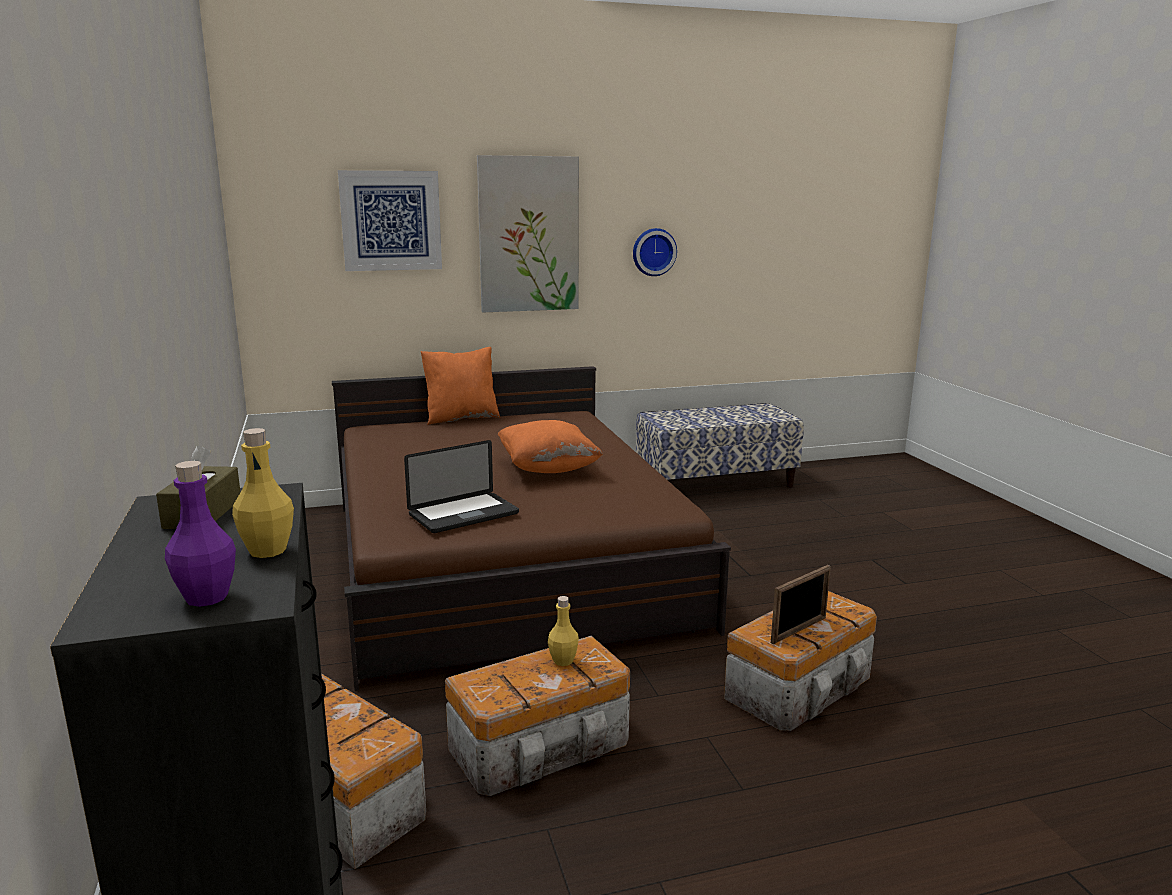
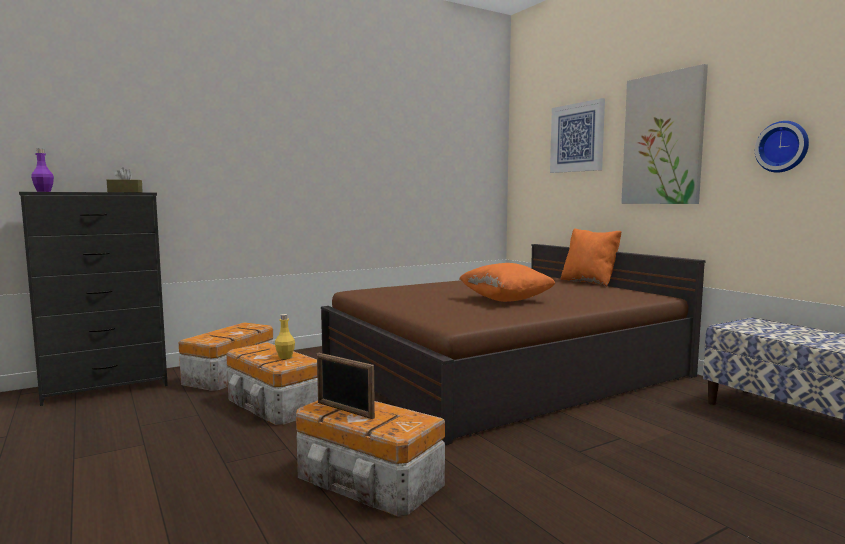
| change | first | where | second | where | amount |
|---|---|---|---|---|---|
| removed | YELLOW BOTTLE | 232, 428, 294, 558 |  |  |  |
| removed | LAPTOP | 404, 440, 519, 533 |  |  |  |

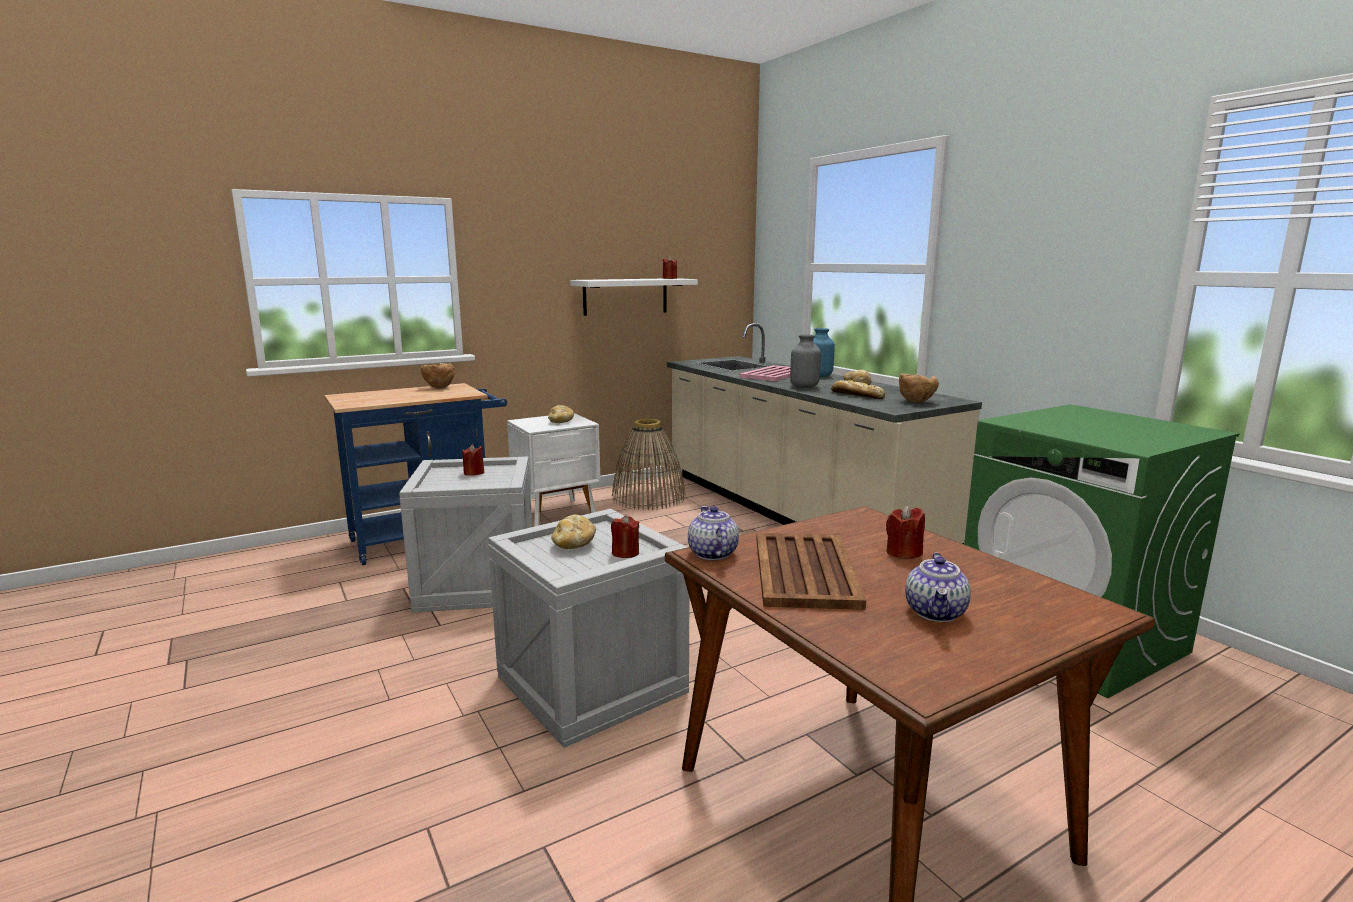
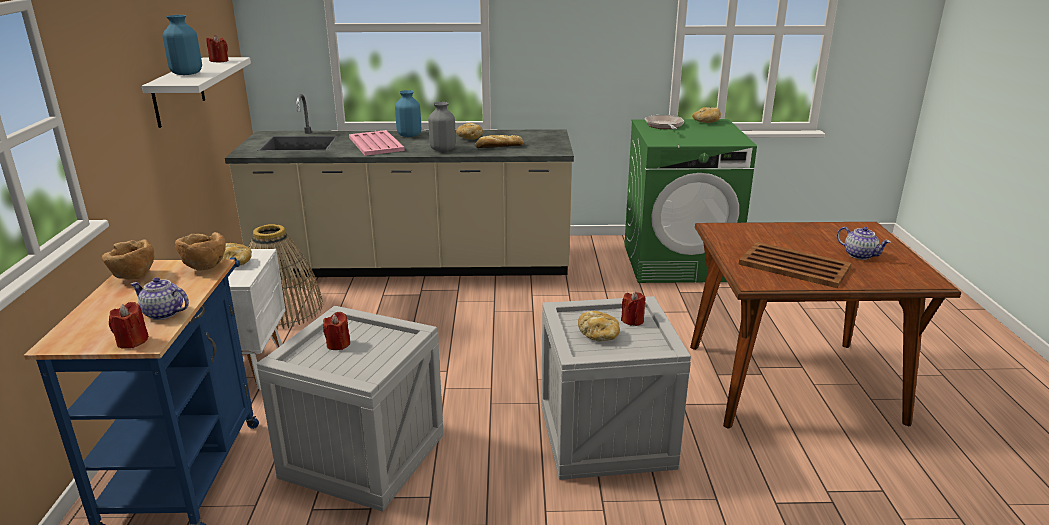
| change | first | where | second | where | amount |
|---|---|---|---|---|---|
| moved | TEAPOT | 688, 506, 739, 561 |  | 131, 277, 189, 320 |  |
| moved | RED CANDLE | 886, 505, 925, 559 |  | 109, 302, 149, 349 |  |
| moved | BROWN BOWL | 899, 373, 939, 403 |  | 175, 232, 226, 271 |  |
| added |  |  | BLUE VASE | 163, 15, 202, 75 |  |
| added |  |  | FRYING PAN | 645, 115, 684, 129 |  |
| added |  |  | BREAD | 692, 107, 721, 123 |  |

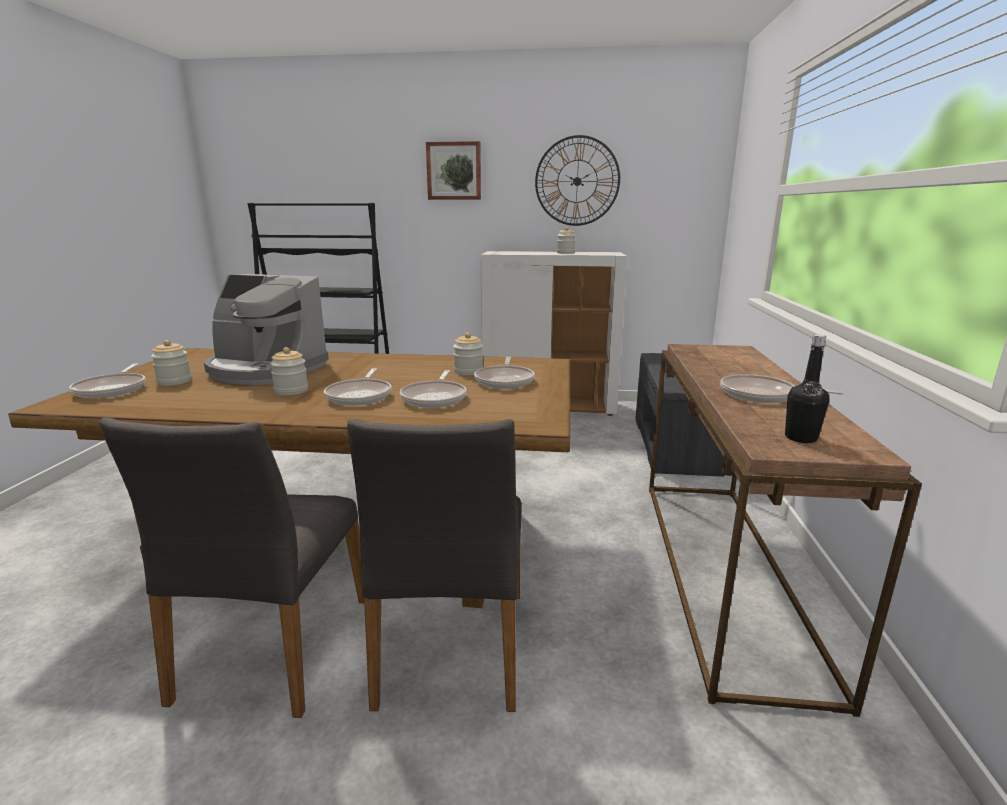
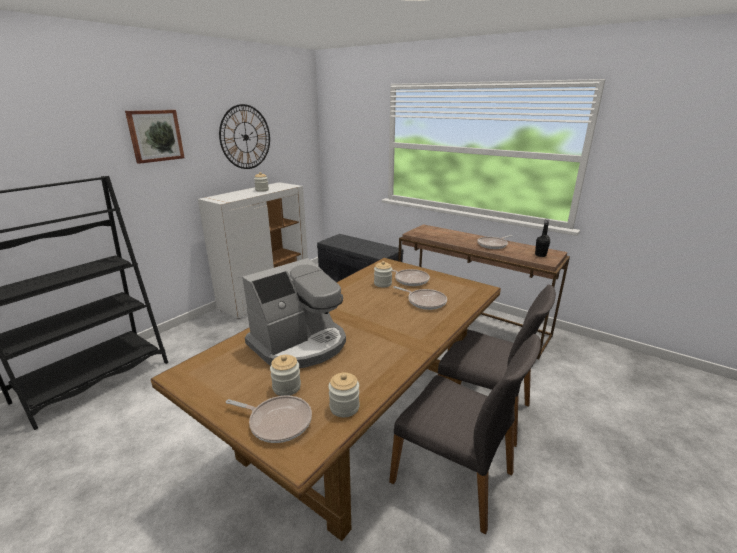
| change | first | where | second | where | amount |
|---|---|---|---|---|---|
| moved | JAR | 270, 347, 308, 395 |  | 328, 372, 360, 417 |  |
| removed | FRYING PAN | 324, 368, 392, 406 |  |  |  |

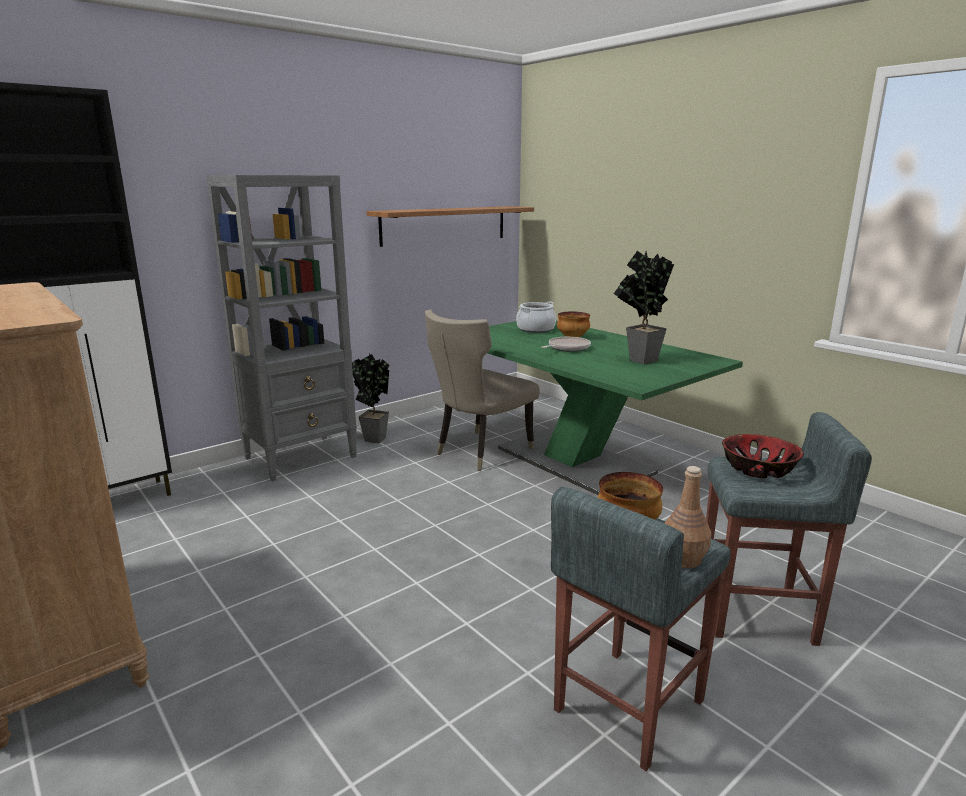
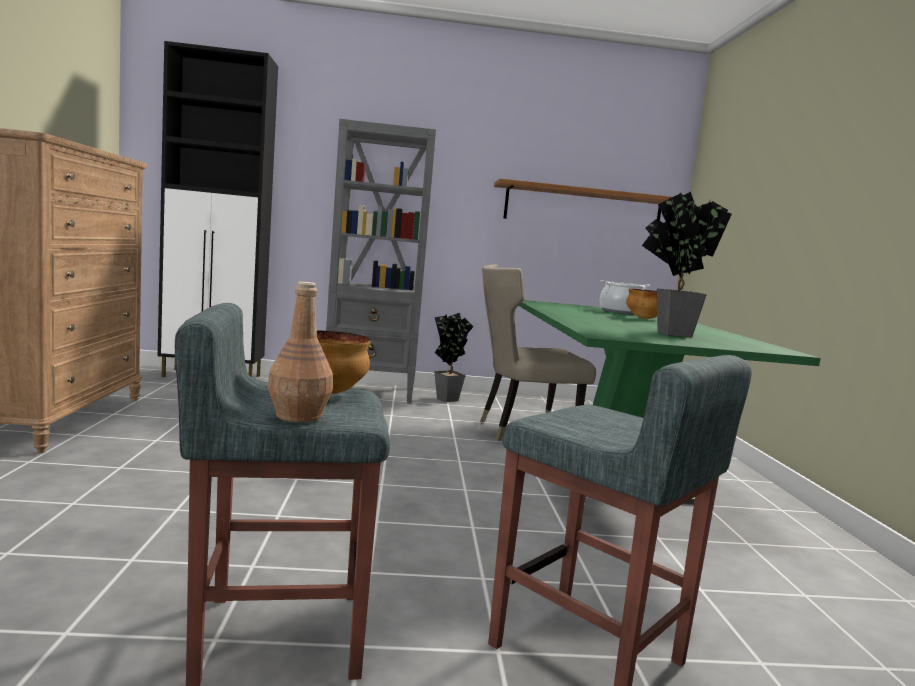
| change | first | where | second | where | amount |
|---|---|---|---|---|---|
| removed | FRYING PAN | 541, 337, 591, 352 |  |  |  |
| removed | BOWL | 722, 434, 804, 478 |  |  |  |

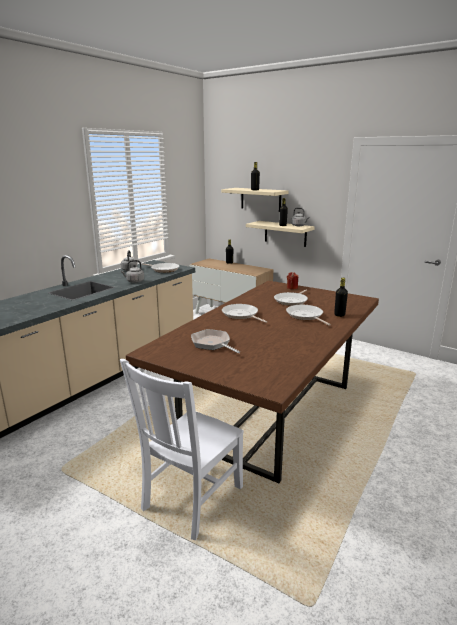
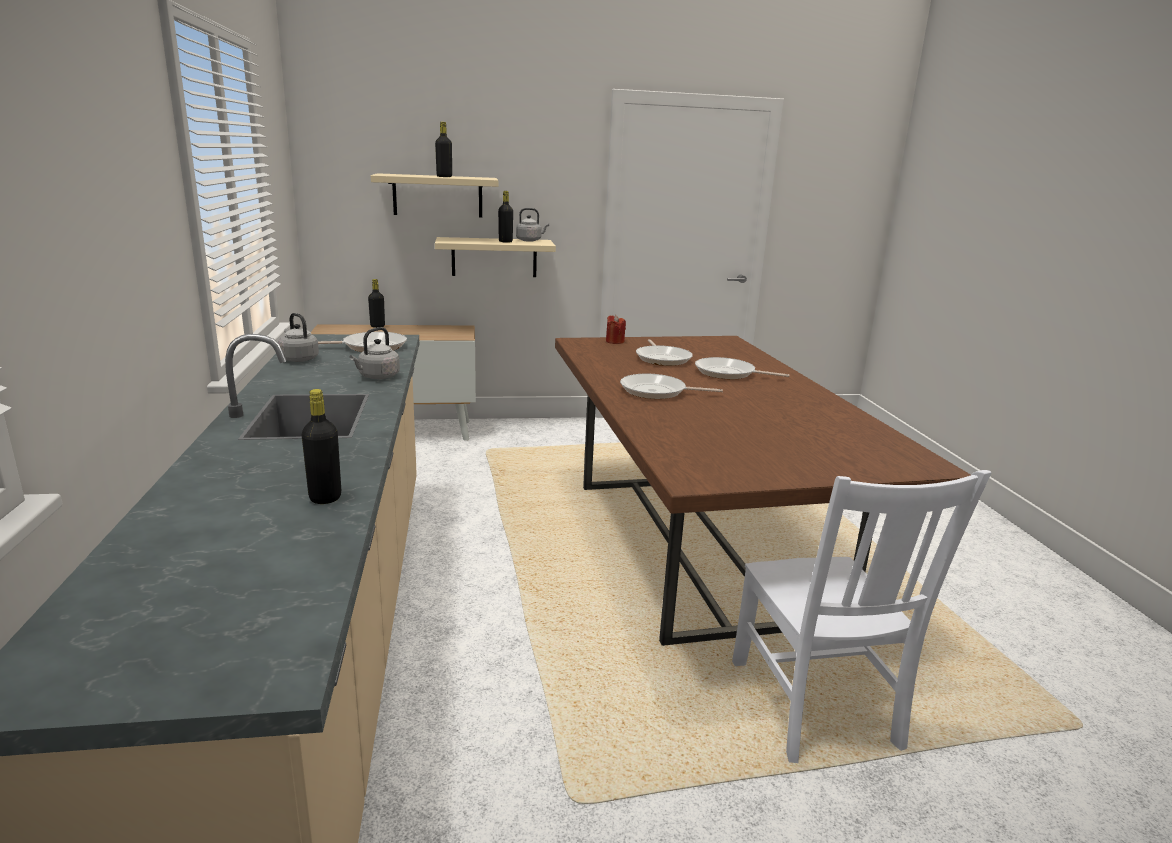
| change | first | where | second | where | amount |
|---|---|---|---|---|---|
| removed | FRYING PAN | 191, 329, 240, 353 |  |  |  |
| moved | BLACK BOTTLE | 334, 278, 348, 317 |  | 302, 389, 341, 504 |  |

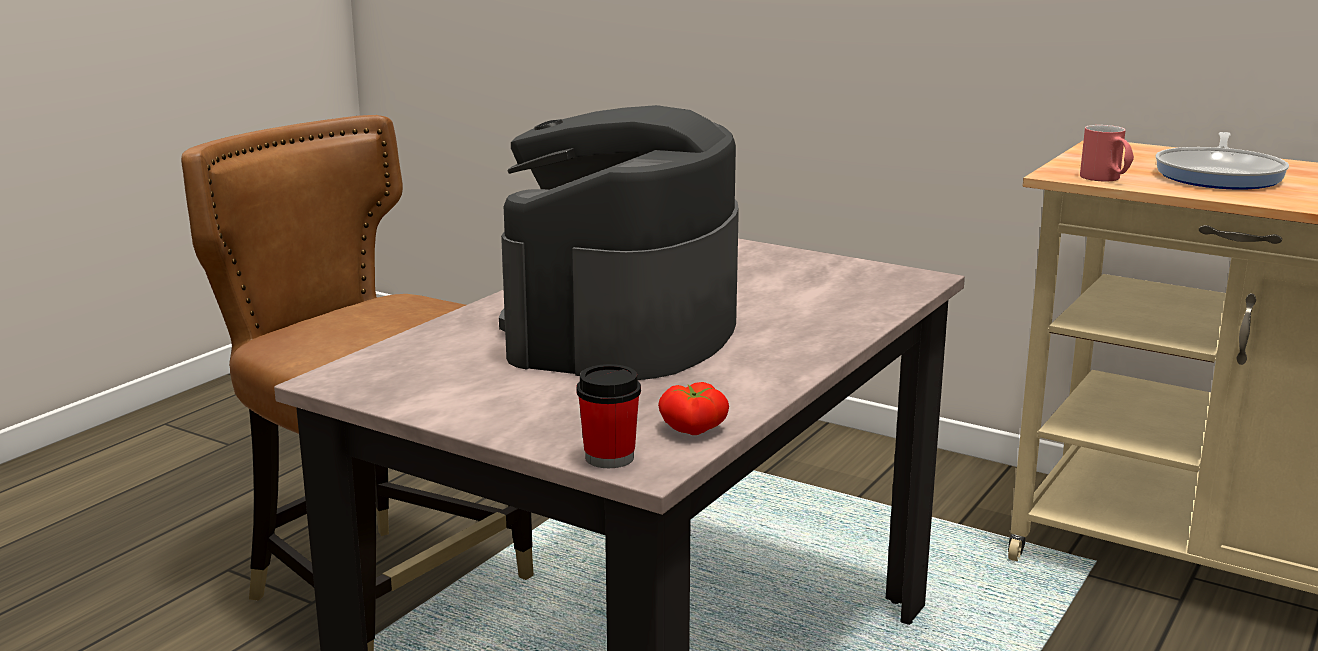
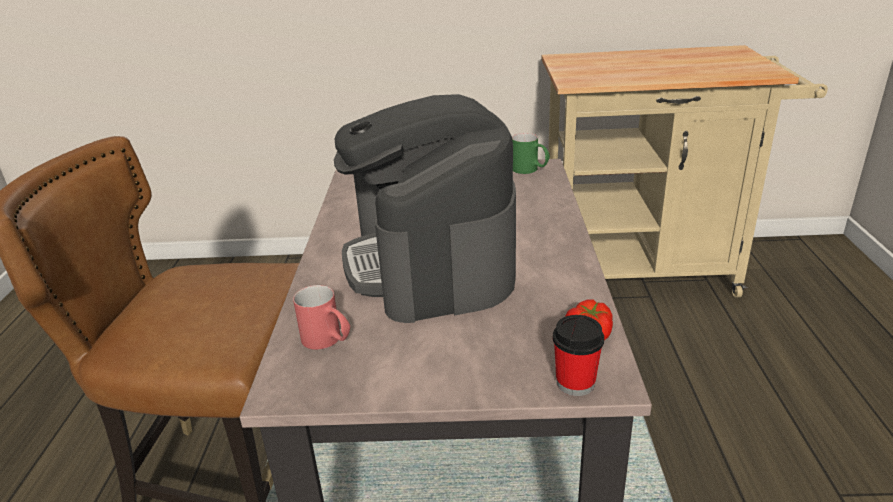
| change | first | where | second | where | amount |
|---|---|---|---|---|---|
| moved | RED MUG | 1080, 125, 1134, 181 |  | 293, 285, 350, 350 |  |
| removed | FRYING PAN | 1155, 132, 1289, 190 |  |  |  |
| added |  |  | GREEN MUG | 512, 133, 550, 174 |  |

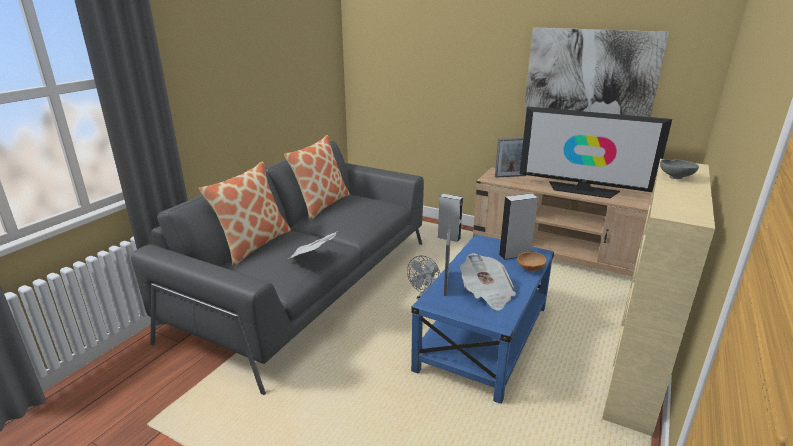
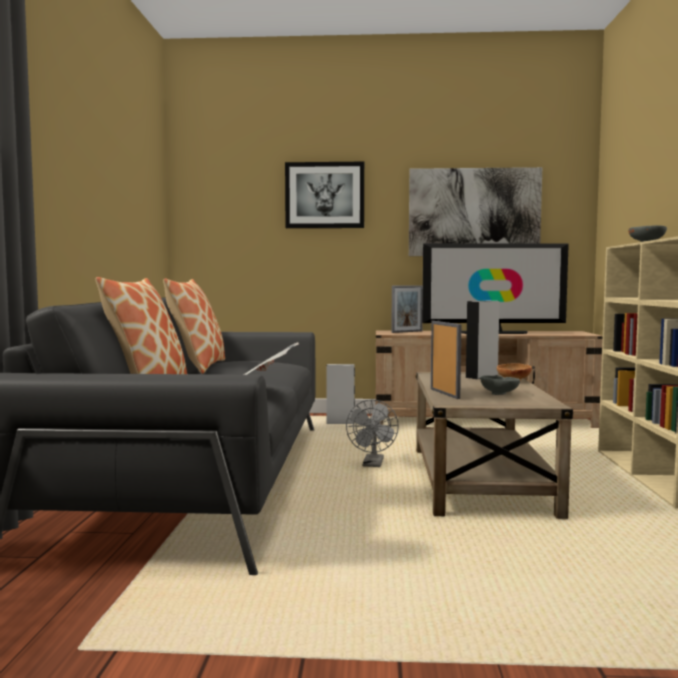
| change | first | where | second | where | amount |
|---|---|---|---|---|---|
| recoloured | BLUE COFFEE TABLE | 411, 234, 554, 404 | BEIGE COFFEE TABLE | 416, 372, 573, 519 |  |
| replaced | NEWSPAPER | 460, 253, 516, 311 | GREY BOWL | 480, 375, 520, 395 |  |
| added |  |  | PICTURE | 285, 162, 364, 228 |  |

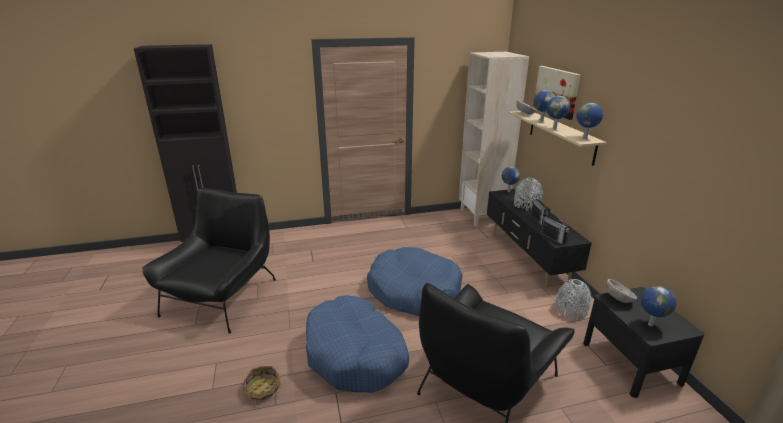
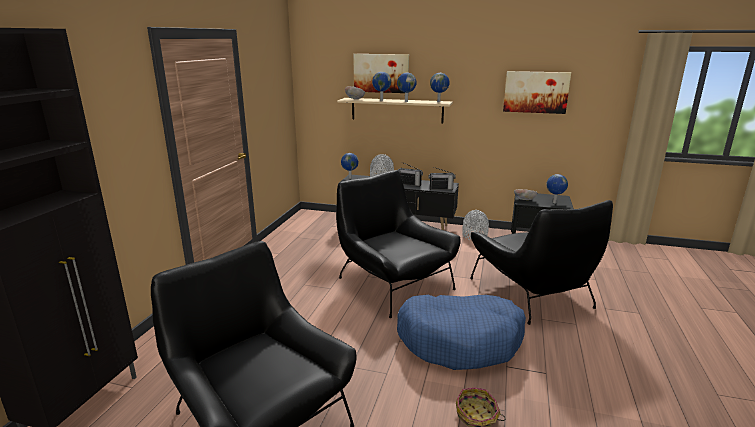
| change | first | where | second | where | amount |
|---|---|---|---|---|---|
| replaced | BLUE DOG BED | 367, 247, 463, 316 | BLACK ARMCHAIR | 336, 170, 461, 318 |  |
| removed | BEIGE BOOKCASE | 459, 52, 529, 227 |  |  |  |
| added |  |  | PICTURE | 503, 71, 571, 114 |  |

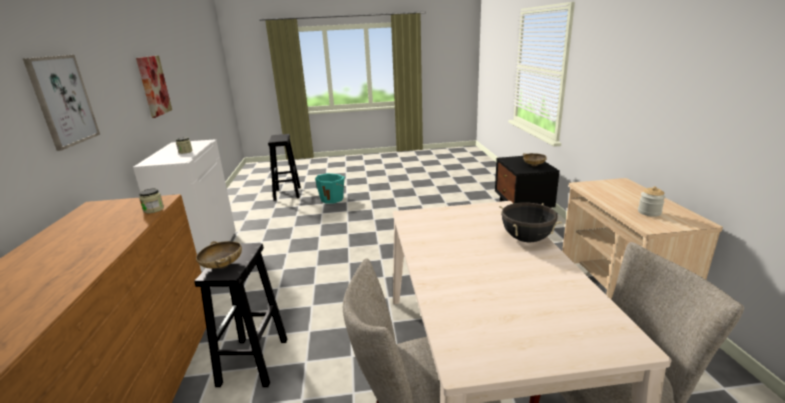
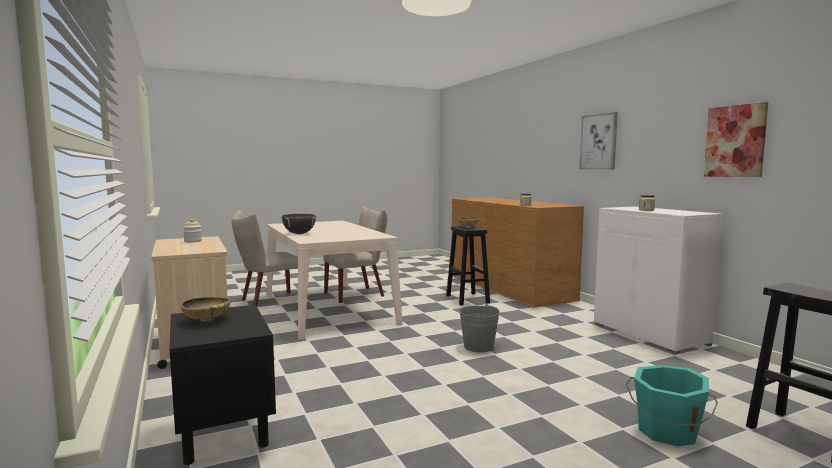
| change | first | where | second | where | amount |
|---|---|---|---|---|---|
| added |  |  | GREY BUCKET | 459, 304, 500, 352 |  |

